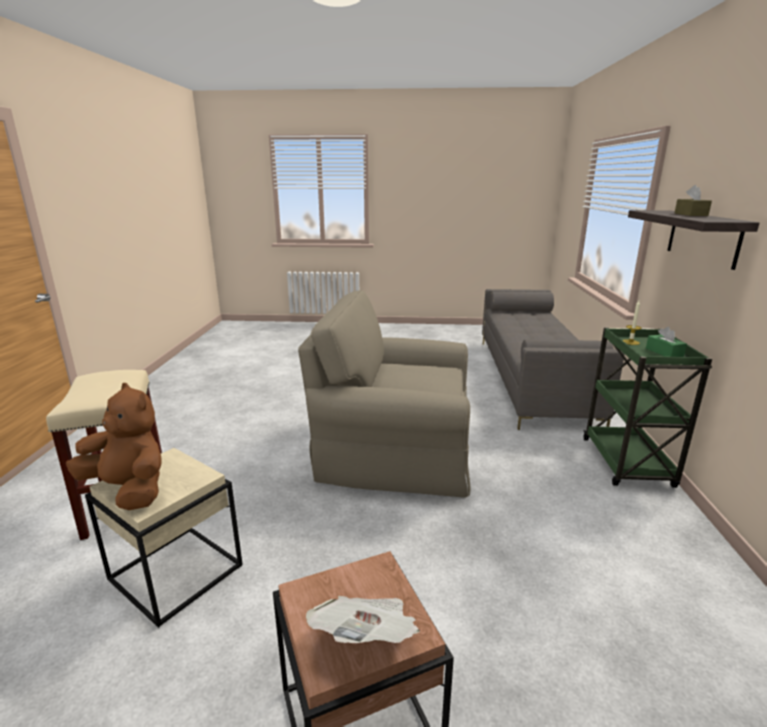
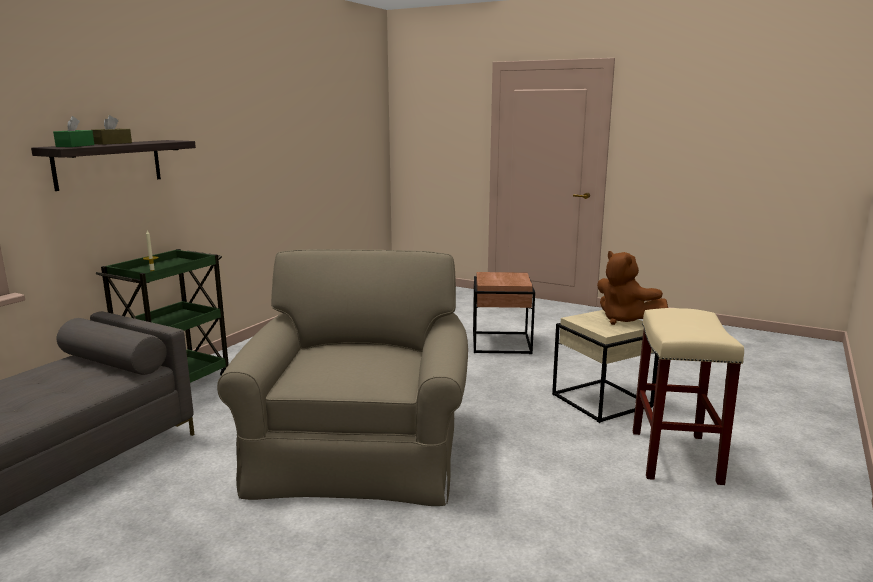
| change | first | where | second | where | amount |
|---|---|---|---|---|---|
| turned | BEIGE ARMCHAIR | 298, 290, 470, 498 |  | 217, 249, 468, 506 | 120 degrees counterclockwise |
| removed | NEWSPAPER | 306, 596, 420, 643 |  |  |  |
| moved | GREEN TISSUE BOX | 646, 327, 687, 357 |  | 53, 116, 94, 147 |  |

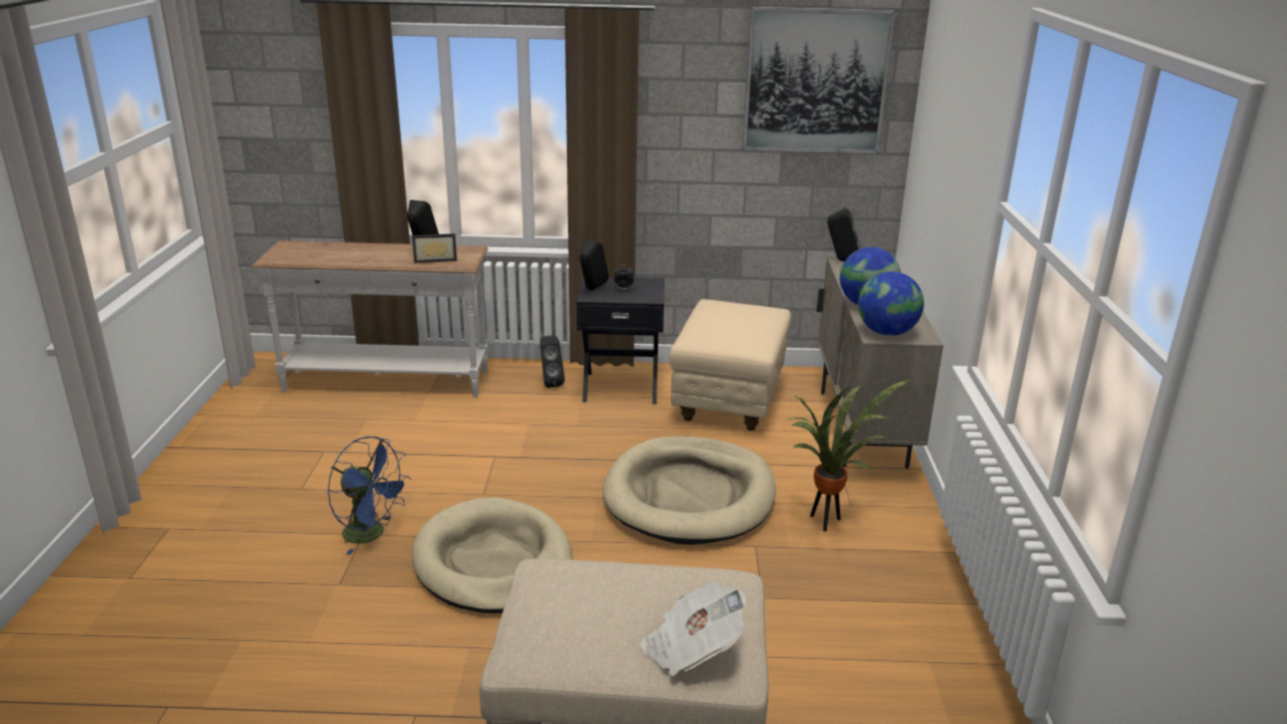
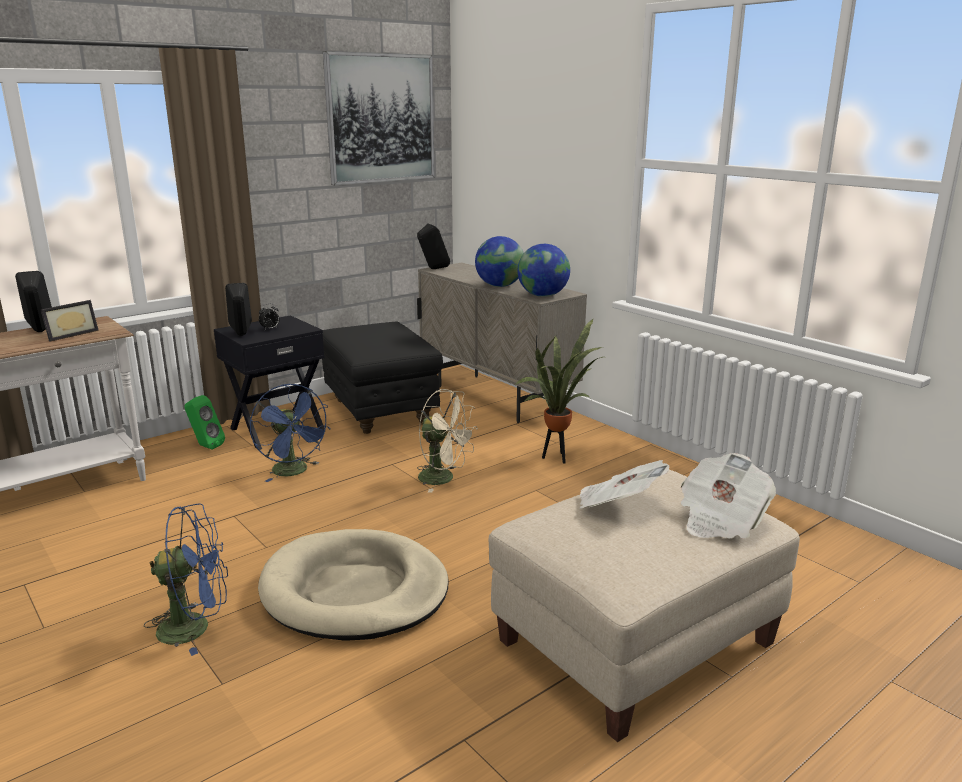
| change | first | where | second | where | amount |
|---|---|---|---|---|---|
| recoloured | BLACK SPEAKER | 540, 335, 565, 388 | GREEN SPEAKER | 184, 395, 225, 449 |  |
| replaced | BEIGE DOG BED | 603, 436, 776, 545 | BEIGE FAN | 417, 389, 478, 493 |  |
| recoloured | BEIGE OTTOMAN | 669, 299, 791, 431 | BLACK OTTOMAN | 322, 321, 443, 434 |  |
| added |  |  | BLUE FAN | 250, 384, 330, 482 |  |
| added |  |  | NEWSPAPER | 580, 460, 670, 509 |  |

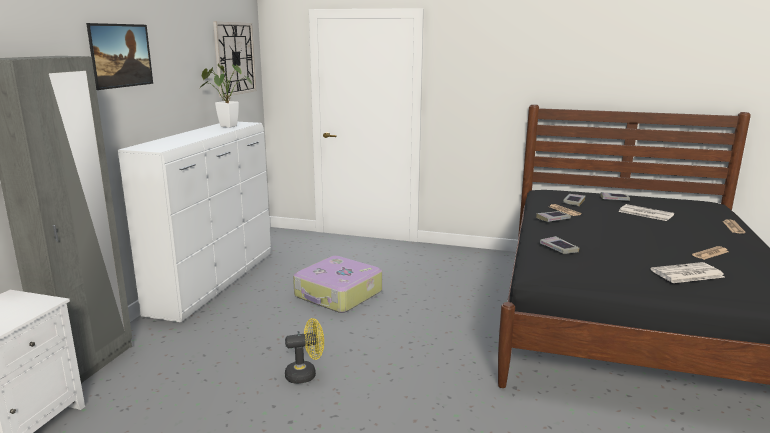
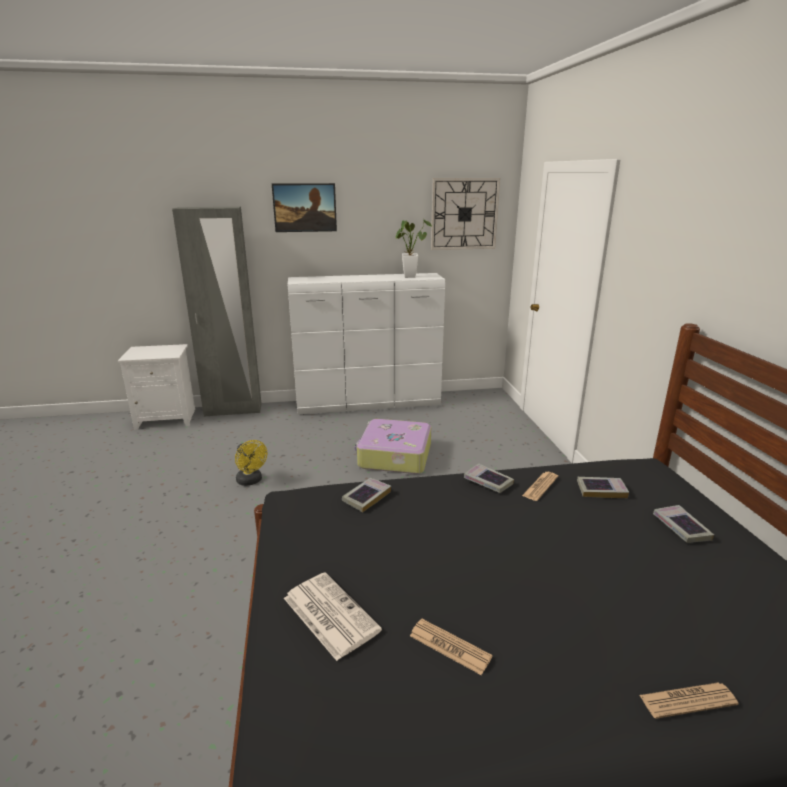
| change | first | where | second | where | amount |
|---|---|---|---|---|---|
| removed | NEWSPAPER | 619, 204, 674, 221 |  |  |  |

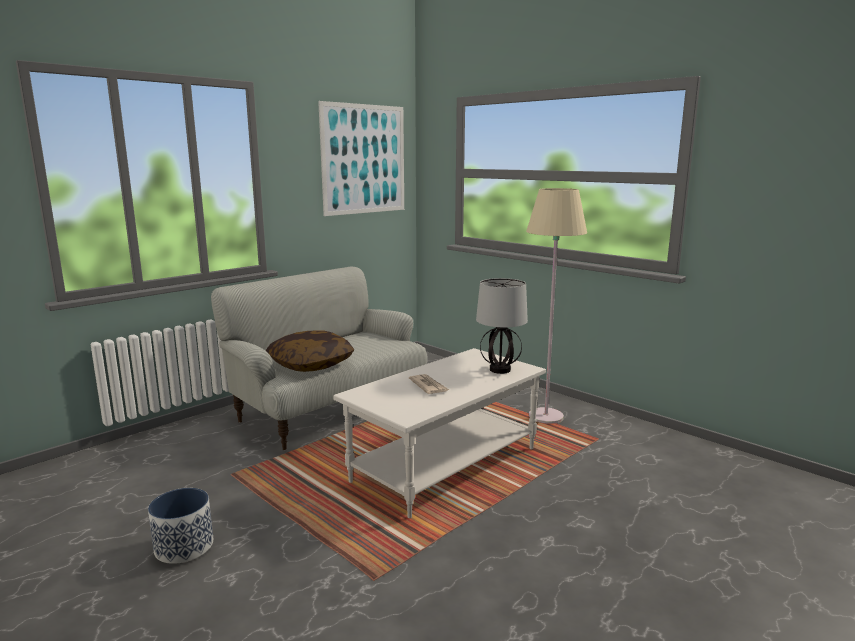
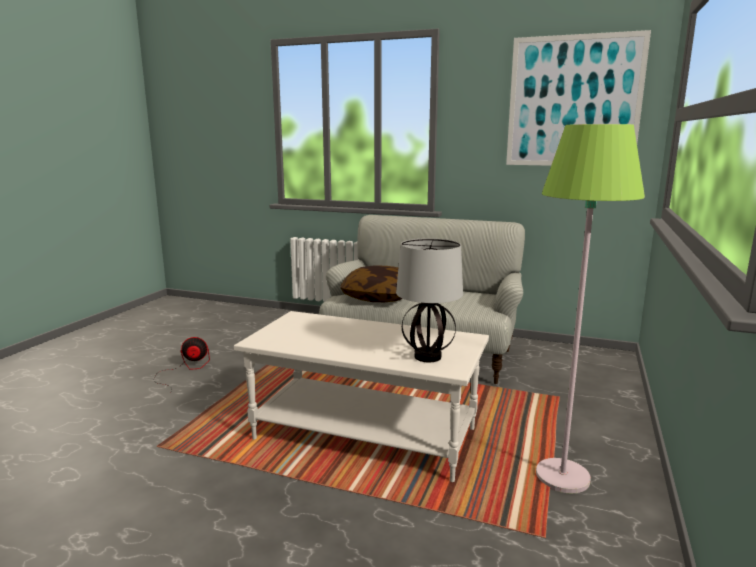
| change | first | where | second | where | amount |
|---|---|---|---|---|---|
| replaced | PLANTER | 148, 488, 213, 564 | FAN | 153, 337, 210, 391 |  |
| removed | NEWSPAPER | 409, 374, 449, 394 |  |  |  |
| recoloured | BEIGE FLOOR LAMP | 526, 188, 587, 424 | GREEN FLOOR LAMP | 536, 124, 645, 494 |  |

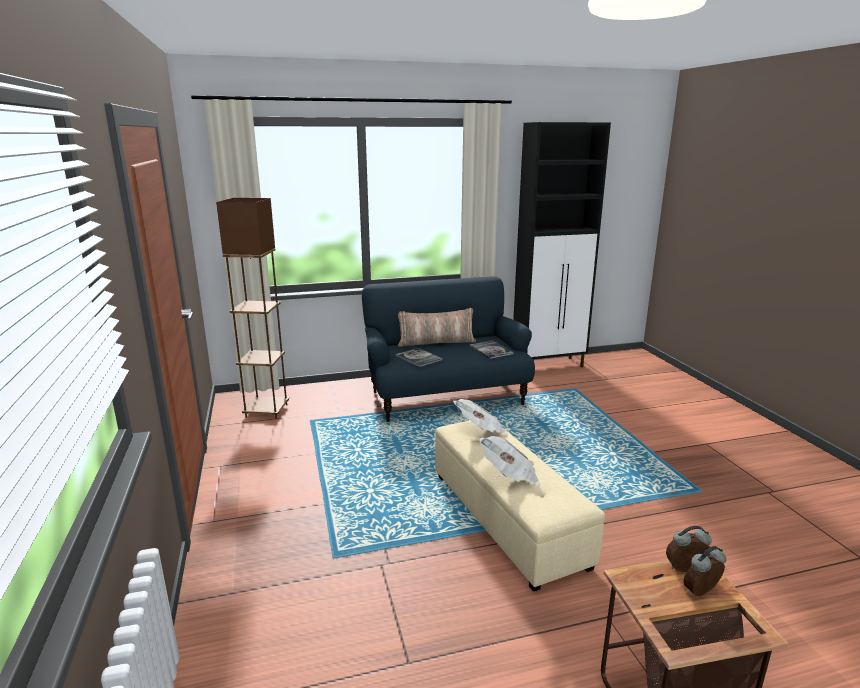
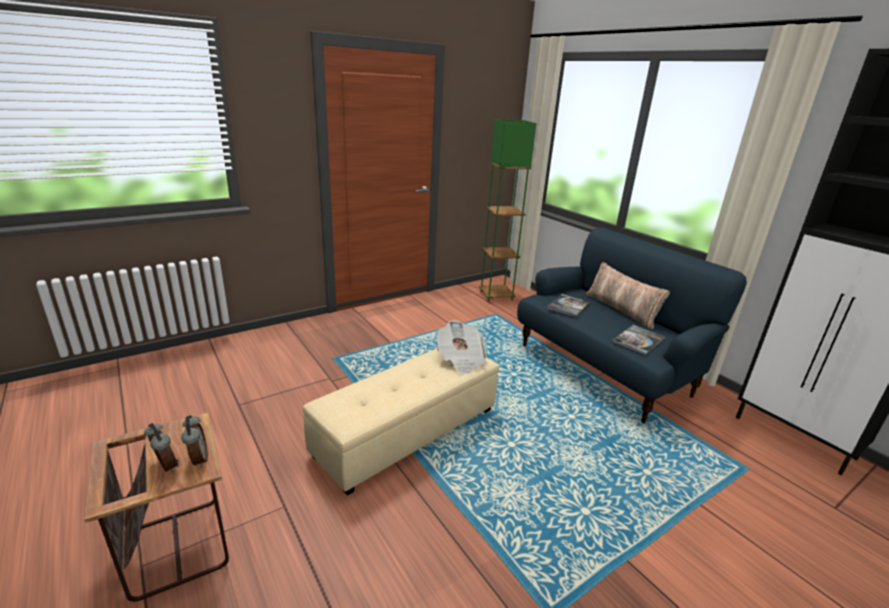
| change | first | where | second | where | amount |
|---|---|---|---|---|---|
| recoloured | BROWN FLOOR LAMP | 216, 198, 289, 419 | GREEN FLOOR LAMP | 479, 119, 536, 302 |  |
| removed | NEWSPAPER | 479, 436, 540, 485 |  |  |  |

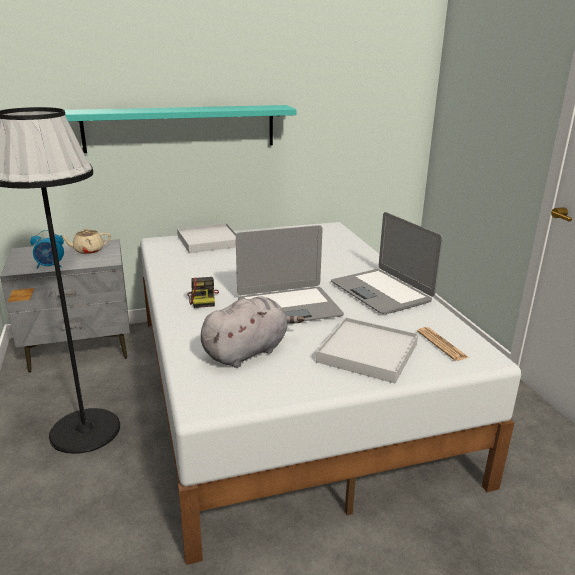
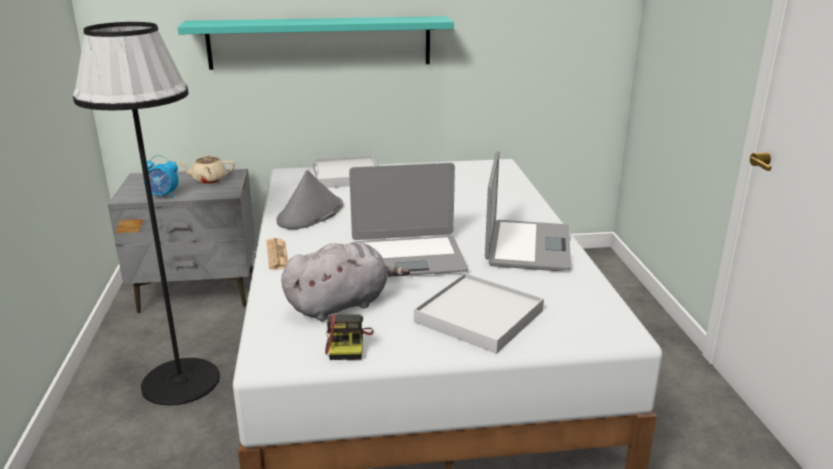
| change | first | where | second | where | amount |
|---|---|---|---|---|---|
| moved | PHOTO CAMERA | 187, 277, 219, 308 |  | 325, 314, 374, 360 |  |
| turned | LAPTOP | 331, 212, 443, 314 |  | 485, 151, 571, 271 | 150 degrees counterclockwise |
| moved | NEWSPAPER | 417, 327, 469, 361 |  | 267, 238, 288, 270 |  |
| added |  |  | GREY HAT | 276, 170, 343, 229 |  |

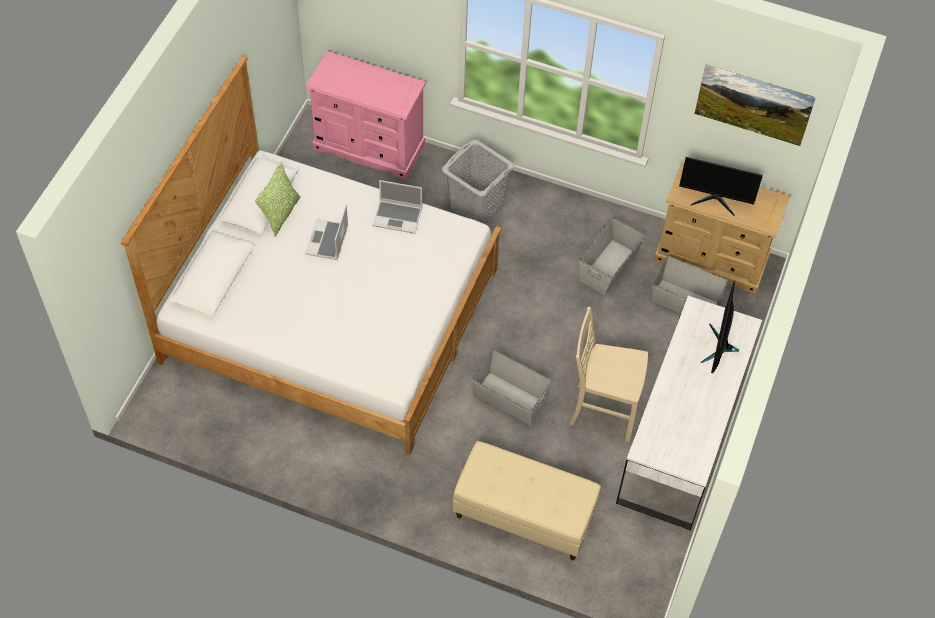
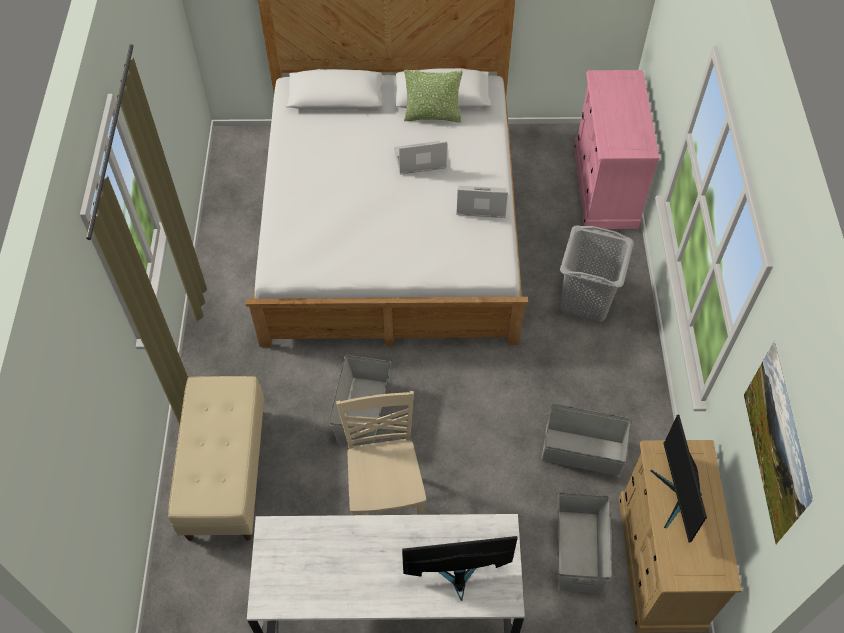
| change | first | where | second | where | amount |
|---|---|---|---|---|---|
| turned | LAPTOP | 373, 180, 422, 234 |  | 456, 186, 508, 218 | 105 degrees clockwise |

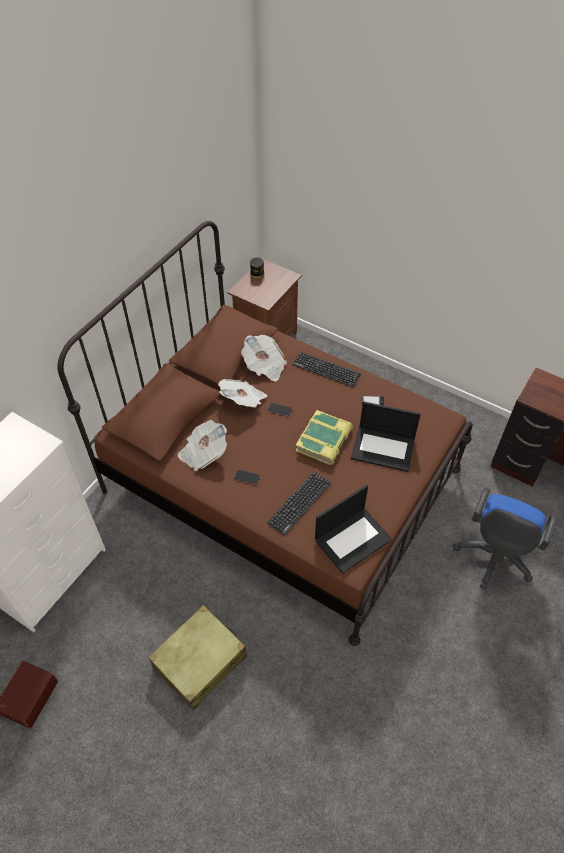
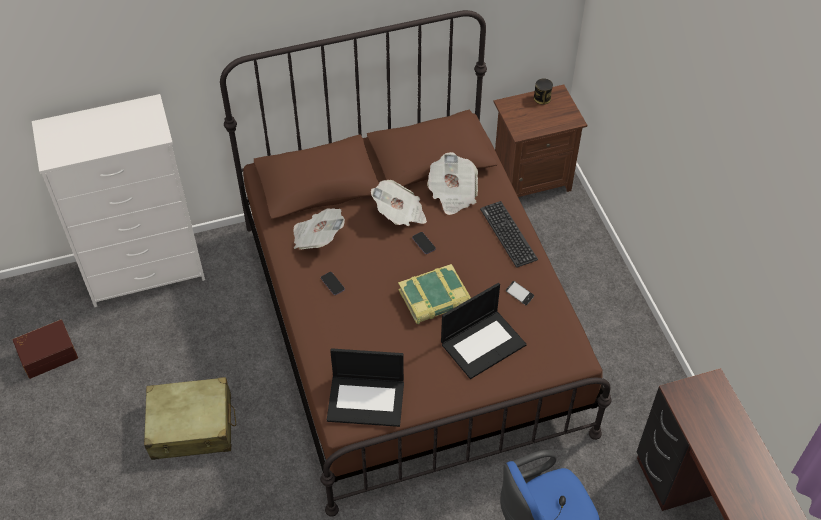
| change | first | where | second | where | amount |
|---|---|---|---|---|---|
| removed | KEYBOARD | 267, 472, 331, 535 |  |  |  |
| turned | LAPTOP | 351, 401, 421, 472 |  | 441, 283, 527, 379 | 90 degrees counterclockwise |

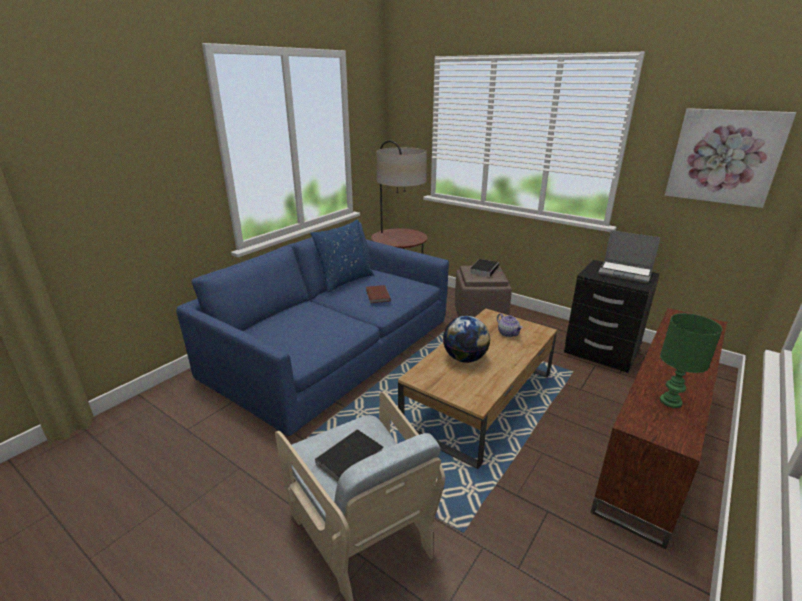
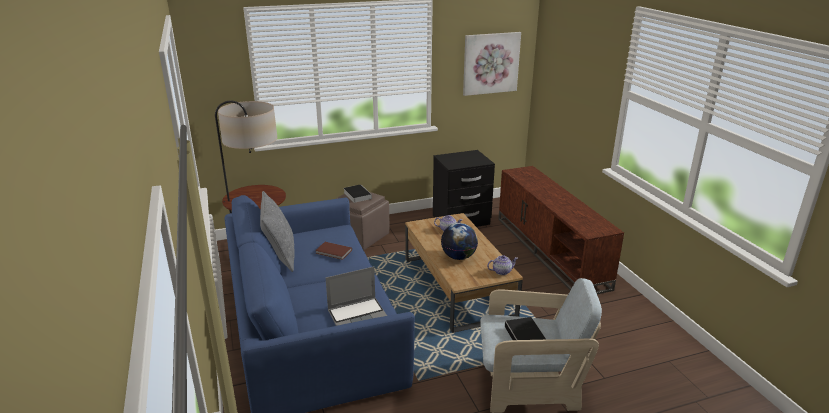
| change | first | where | second | where | amount |
|---|---|---|---|---|---|
| recoloured | BLUE PILLOW | 310, 219, 374, 292 | GREY PILLOW | 260, 191, 295, 272 |  |
| moved | LAPTOP | 598, 230, 661, 283 |  | 326, 267, 387, 326 |  |
| removed | GREEN TABLE LAMP | 660, 313, 722, 408 |  |  |  |
| added |  |  | TEAPOT | 487, 255, 518, 275 |  |

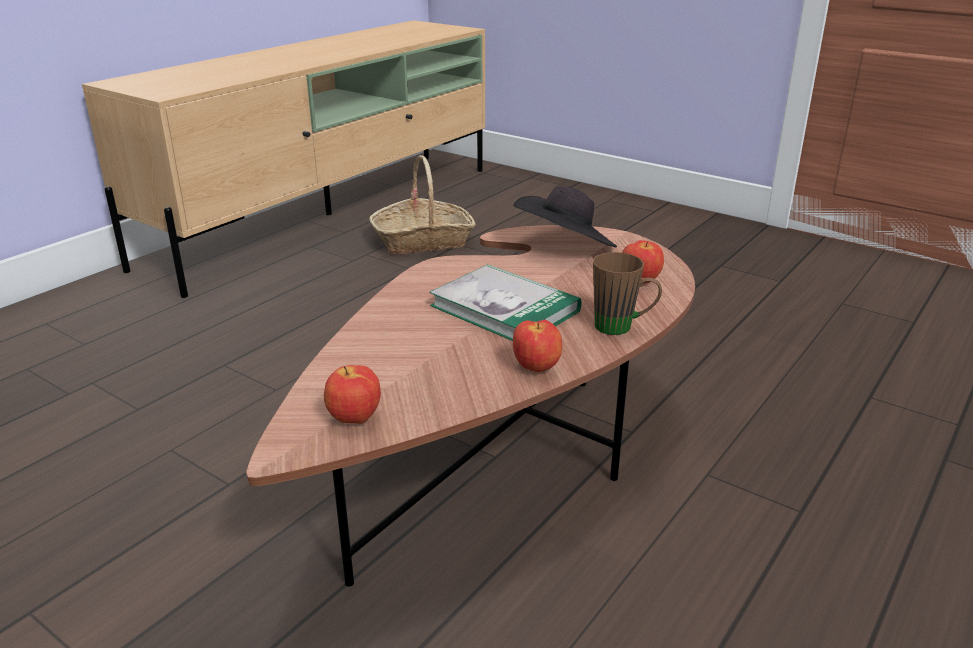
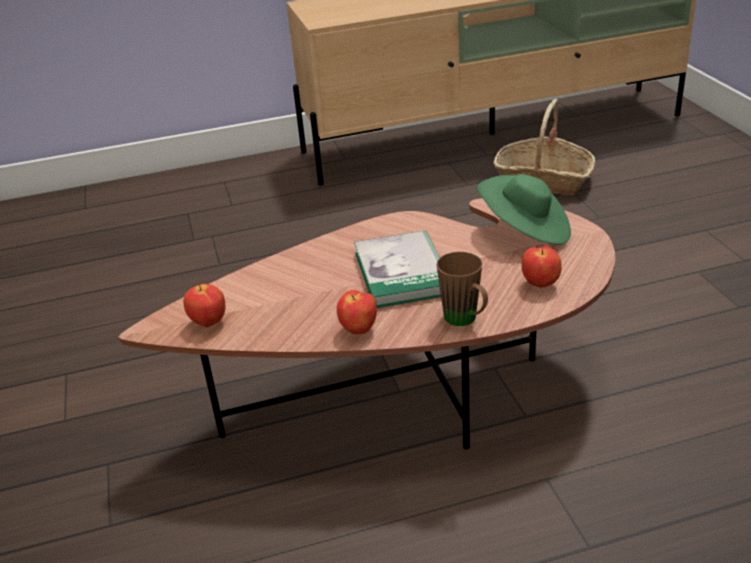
| change | first | where | second | where | amount |
|---|---|---|---|---|---|
| recoloured | BLACK HAT | 513, 186, 617, 247 | GREEN HAT | 477, 174, 571, 245 |  |

